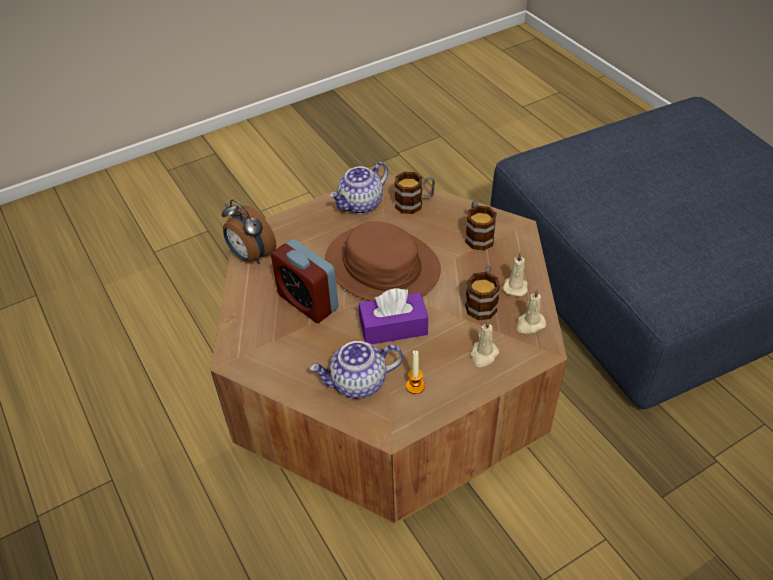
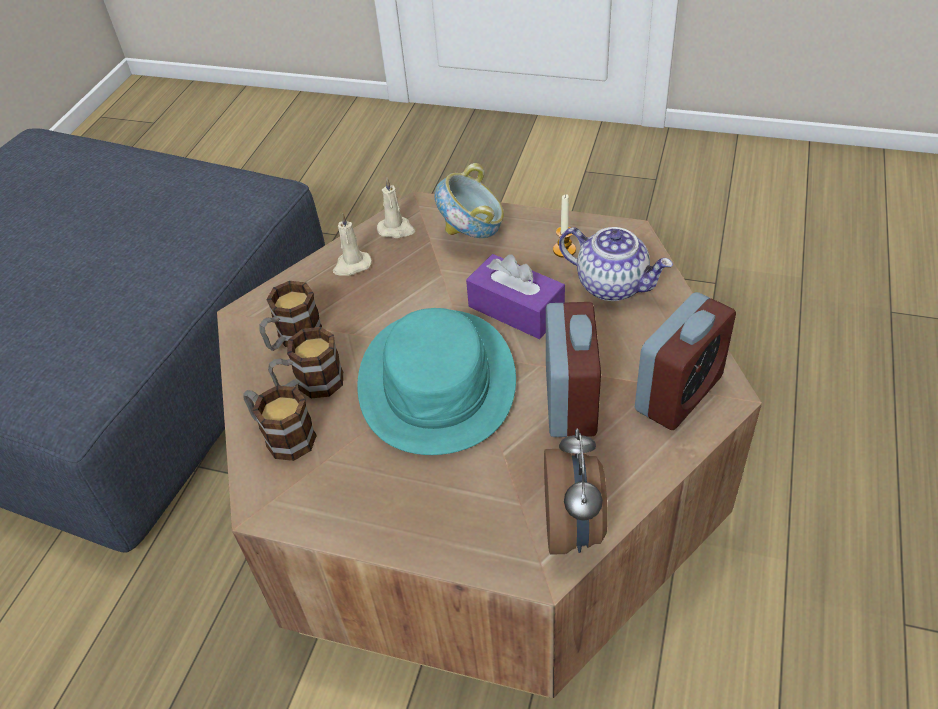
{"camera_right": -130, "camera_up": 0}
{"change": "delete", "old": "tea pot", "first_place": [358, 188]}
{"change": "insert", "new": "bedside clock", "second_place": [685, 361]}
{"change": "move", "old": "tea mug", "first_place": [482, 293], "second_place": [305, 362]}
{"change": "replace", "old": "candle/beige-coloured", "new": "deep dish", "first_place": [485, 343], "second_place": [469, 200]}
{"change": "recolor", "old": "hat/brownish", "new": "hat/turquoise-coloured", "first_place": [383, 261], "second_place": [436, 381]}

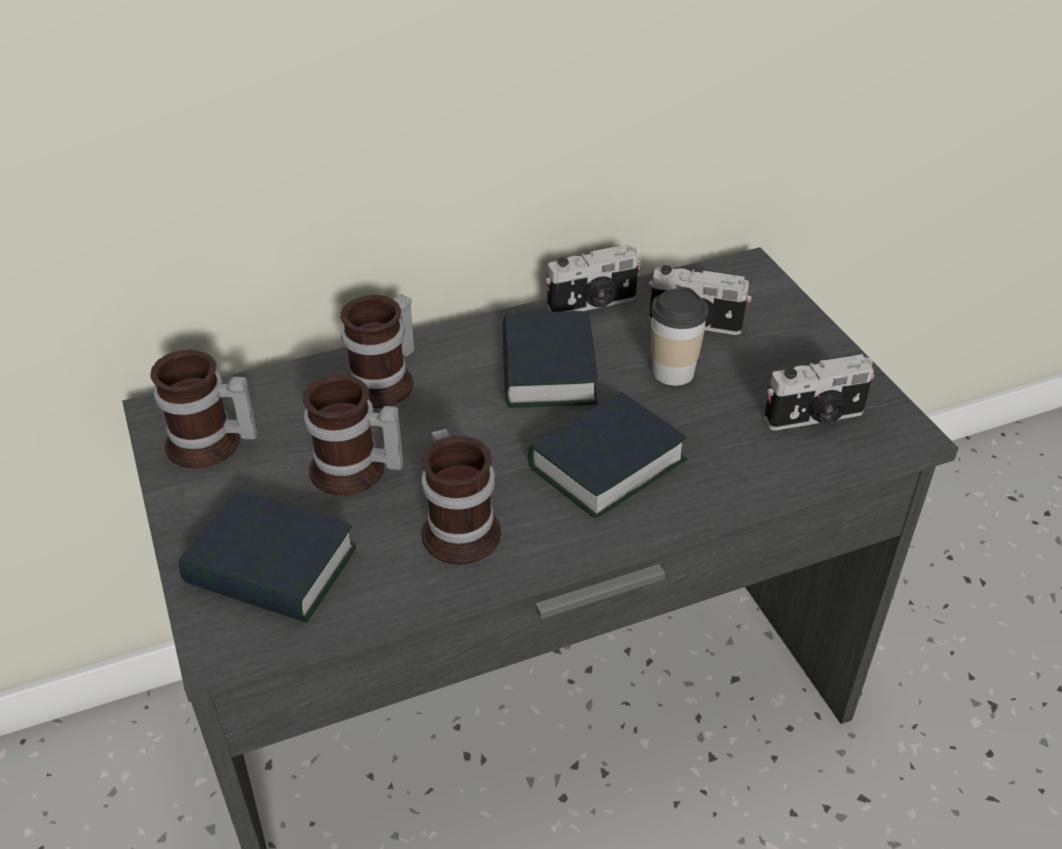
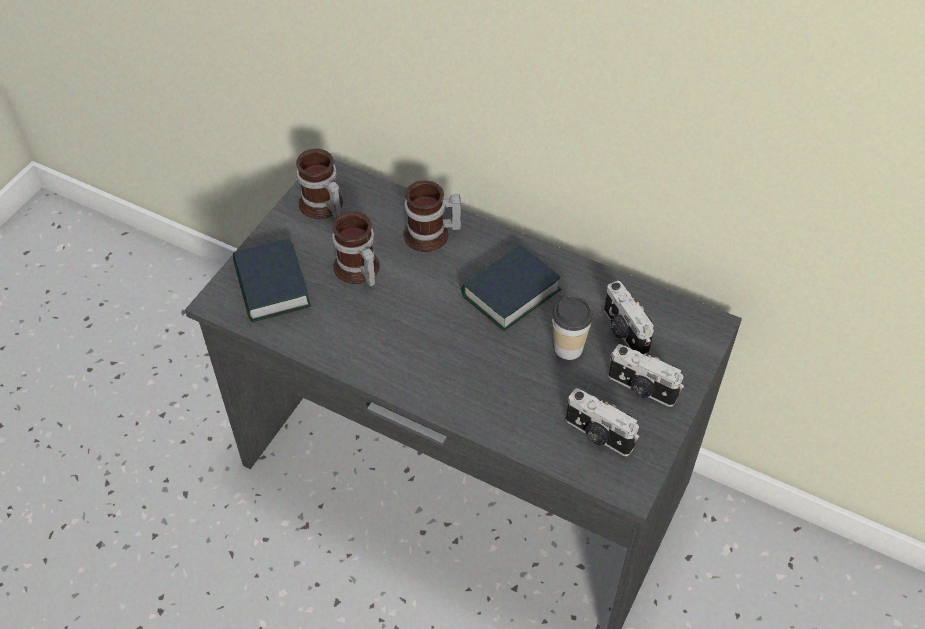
{"camera_right": 50, "camera_up": 10}
{"change": "delete", "old": "tea mug", "first_place": [461, 497]}
{"change": "delete", "old": "volume", "first_place": [607, 455]}
{"change": "move", "old": "photo camera", "first_place": [593, 278], "second_place": [646, 375]}

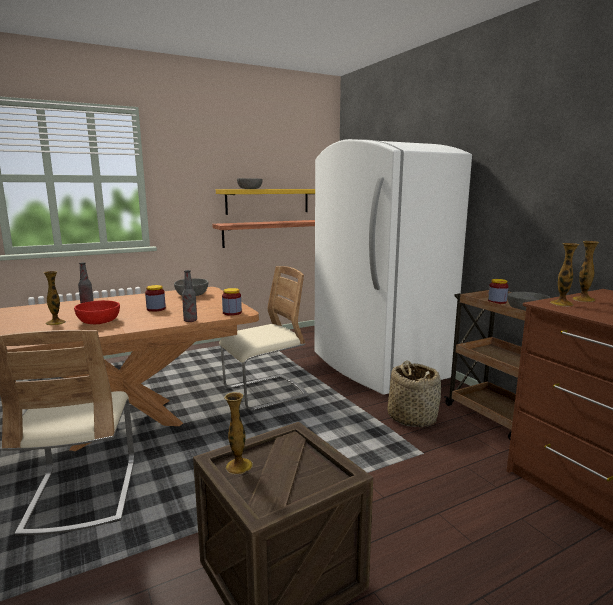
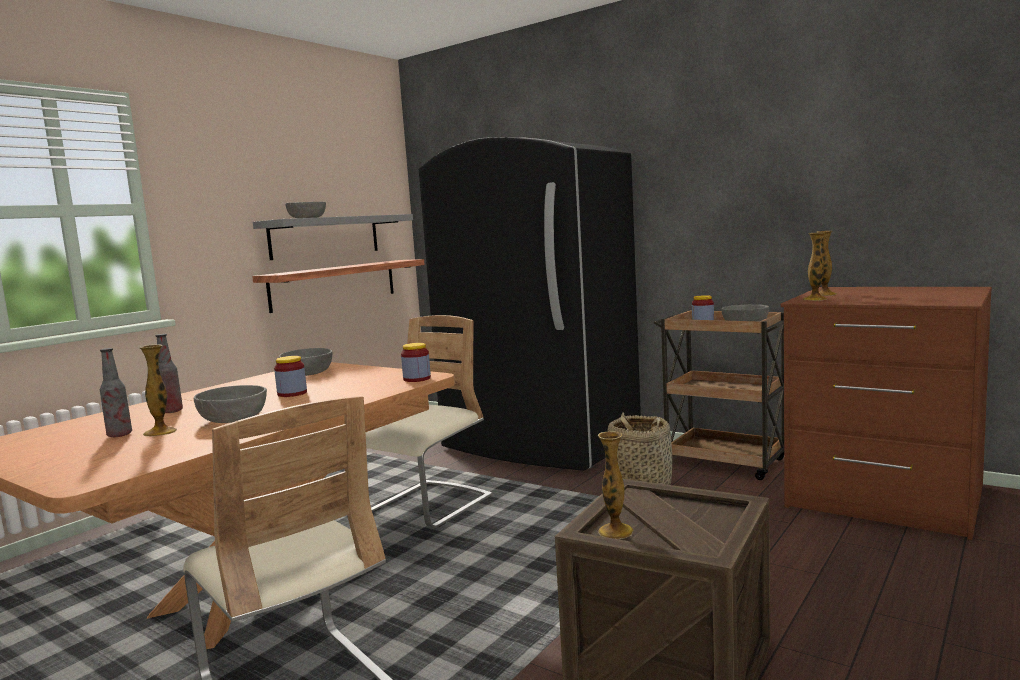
{"camera_right": -25, "camera_up": -5}
{"change": "move", "old": "drink bottle", "first_place": [189, 296], "second_place": [116, 392]}
{"change": "recolor", "old": "deep dish/reddish", "new": "deep dish/gray", "first_place": [97, 312], "second_place": [230, 404]}
{"change": "recolor", "old": "wall shelf/yellow-coloured", "new": "wall shelf/gray", "first_place": [265, 202], "second_place": [333, 237]}
{"change": "recolor", "old": "refrigerator/white-coloured", "new": "refrigerator/black-coloured", "first_place": [393, 267], "second_place": [530, 304]}

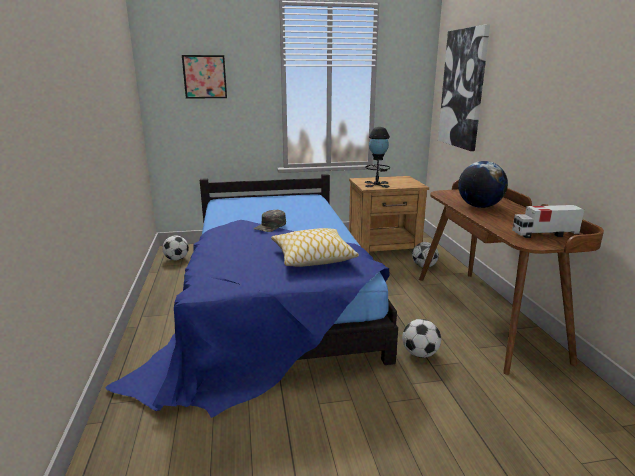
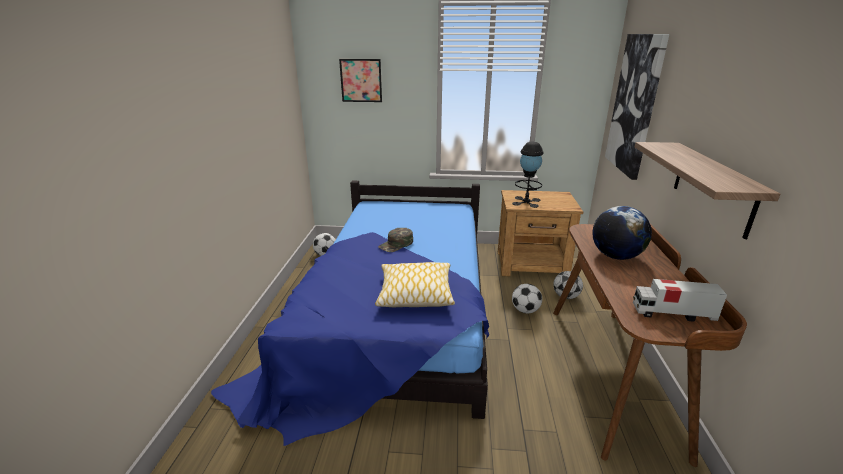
{"camera_right": 15, "camera_up": 5}
{"change": "insert", "new": "wall shelf", "second_place": [707, 190]}
{"change": "move", "old": "ball for football", "first_place": [421, 338], "second_place": [527, 299]}

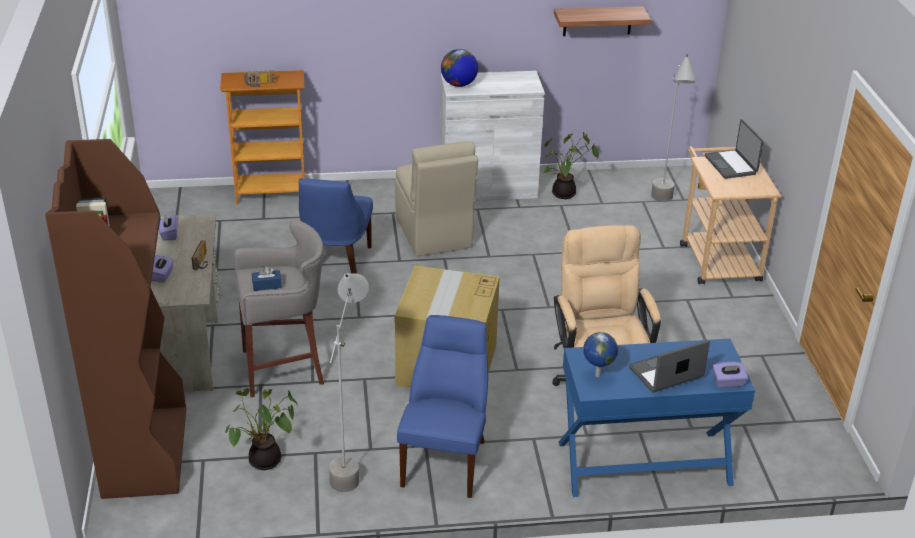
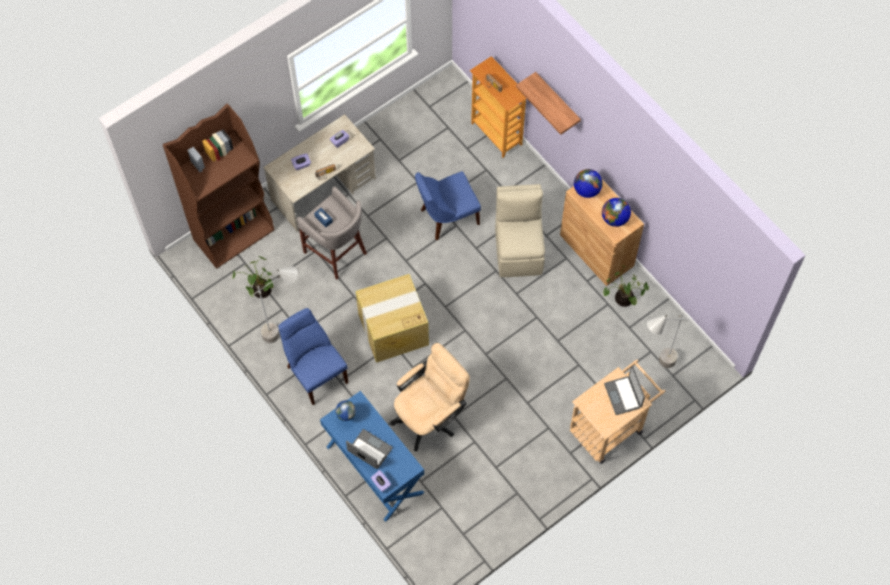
{"camera_right": 60, "camera_up": 30}
{"change": "insert", "new": "desk globe", "second_place": [616, 212]}
{"change": "move", "old": "wall shelf", "first_place": [602, 21], "second_place": [548, 103]}
{"change": "recolor", "old": "cabinet/white-coloured", "new": "cabinet/brownish", "first_place": [492, 136], "second_place": [602, 232]}
{"change": "rotate", "old": "upright chair/beige-coloured", "first_place": [436, 198], "second_place": [520, 230], "degrees": 135}
{"change": "rotate", "old": "upright chair/blue-coloured", "first_place": [442, 406], "second_place": [313, 356], "degrees": -105}
{"change": "rotate", "old": "laptop", "first_place": [734, 149], "second_place": [624, 390], "degrees": -60}

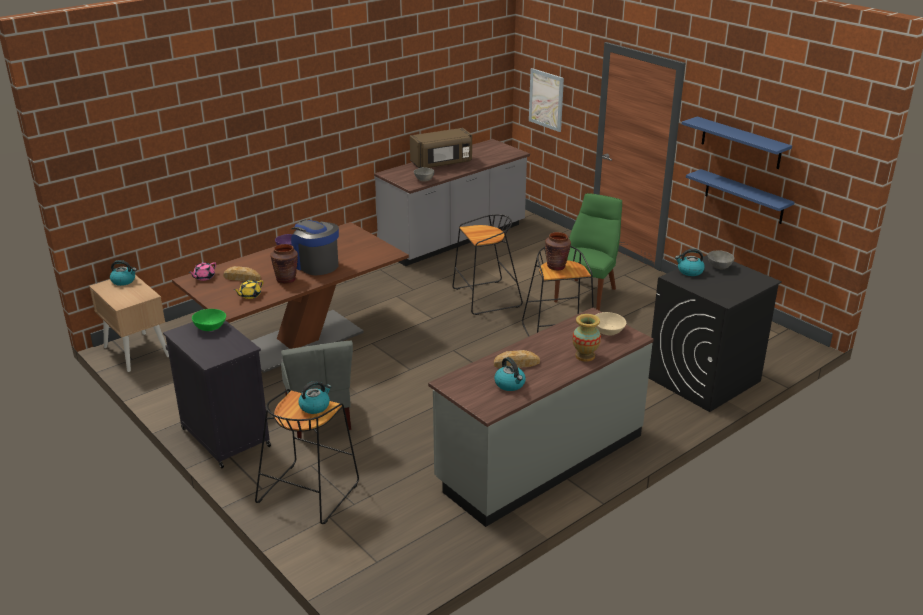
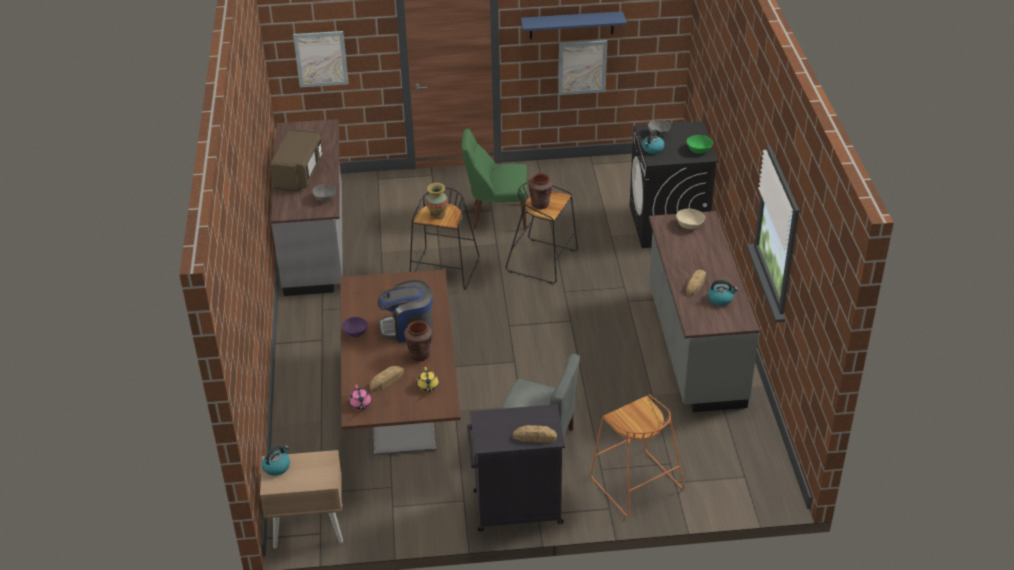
{"camera_right": -55, "camera_up": 10}
{"change": "delete", "old": "kettle", "first_place": [314, 397]}
{"change": "insert", "new": "bread", "second_place": [535, 434]}
{"change": "move", "old": "deep dish/green-coloured", "first_place": [209, 320], "second_place": [700, 144]}
{"change": "move", "old": "vase", "first_place": [586, 338], "second_place": [437, 201]}
{"change": "replace", "old": "wall shelf/blue-coloured", "new": "picture", "first_place": [740, 196], "second_place": [582, 67]}
{"change": "recolor", "old": "stool/black-coloured", "new": "stool/orangey", "first_place": [307, 456], "second_place": [637, 455]}
{"change": "rotate", "old": "upright chair/green-coloured", "first_place": [588, 252], "second_place": [494, 179], "degrees": -60}

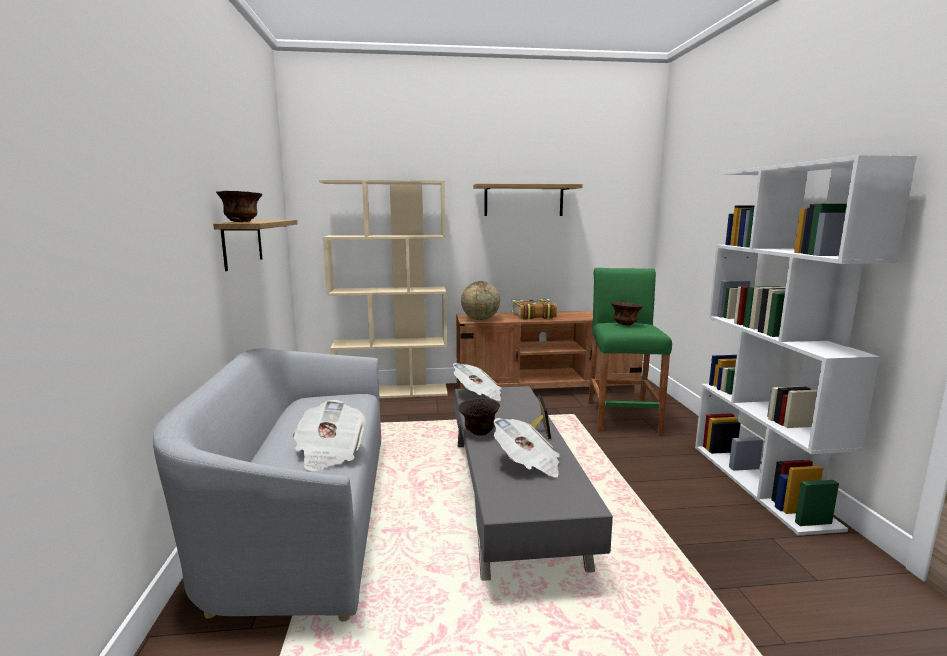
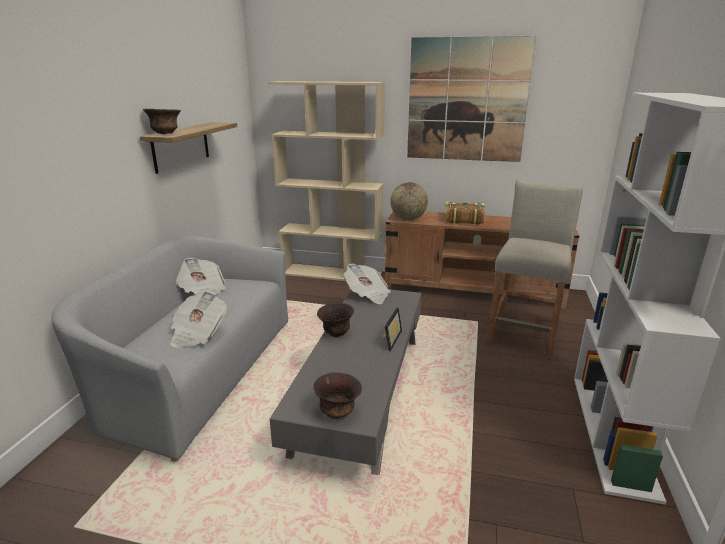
{"camera_right": 20, "camera_up": 10}
{"change": "move", "old": "printed paper", "first_place": [527, 447], "second_place": [201, 276]}
{"change": "move", "old": "deep dish/brownish", "first_place": [627, 313], "second_place": [337, 395]}
{"change": "replace", "old": "wall shelf", "new": "picture", "first_place": [528, 200], "second_place": [471, 99]}
{"change": "recolor", "old": "stool/green-coloured", "new": "stool/beige-coloured", "first_place": [630, 351], "second_place": [535, 269]}

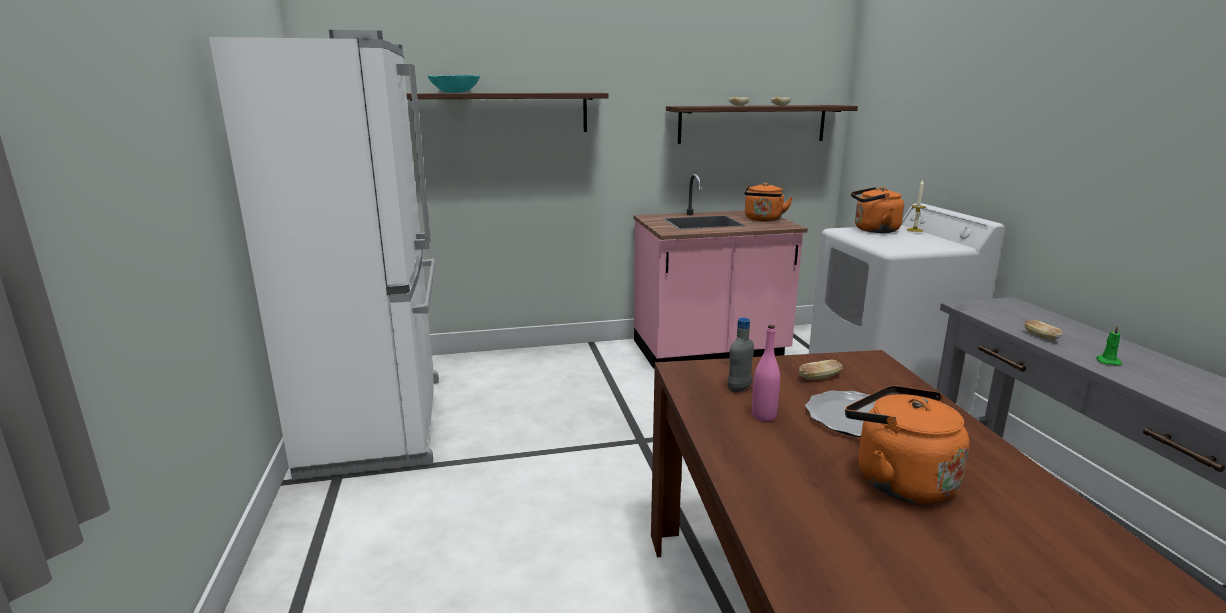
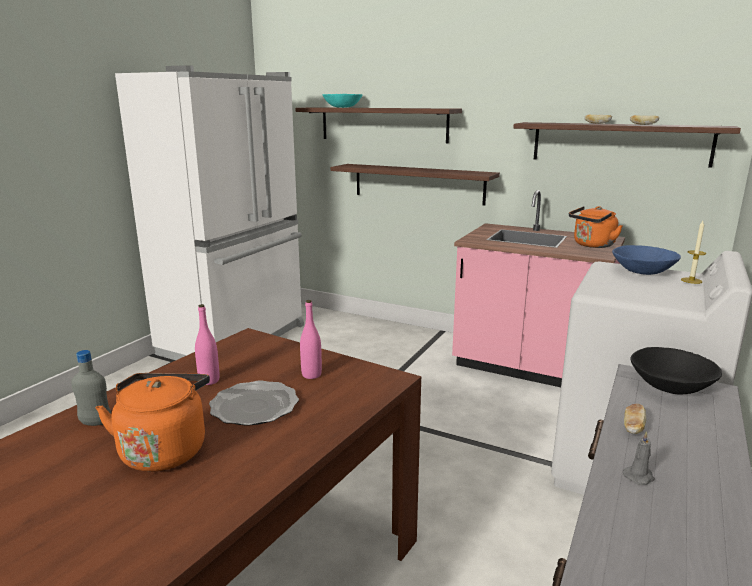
{"camera_right": 40, "camera_up": 0}
{"change": "insert", "new": "wall shelf", "second_place": [415, 185]}
{"change": "insert", "new": "deep dish/black-coloured", "second_place": [676, 371]}
{"change": "move", "old": "drink bottle/gray", "first_place": [740, 355], "second_place": [91, 388]}
{"change": "replace", "old": "bread", "new": "drink bottle/pink", "first_place": [820, 370], "second_place": [311, 339]}
{"change": "replace", "old": "kettle/orangey", "new": "deep dish/blue-coloured", "first_place": [877, 210], "second_place": [646, 260]}
{"change": "recolor", "old": "candle/green-coloured", "new": "candle/gray", "first_place": [1109, 345], "second_place": [639, 458]}

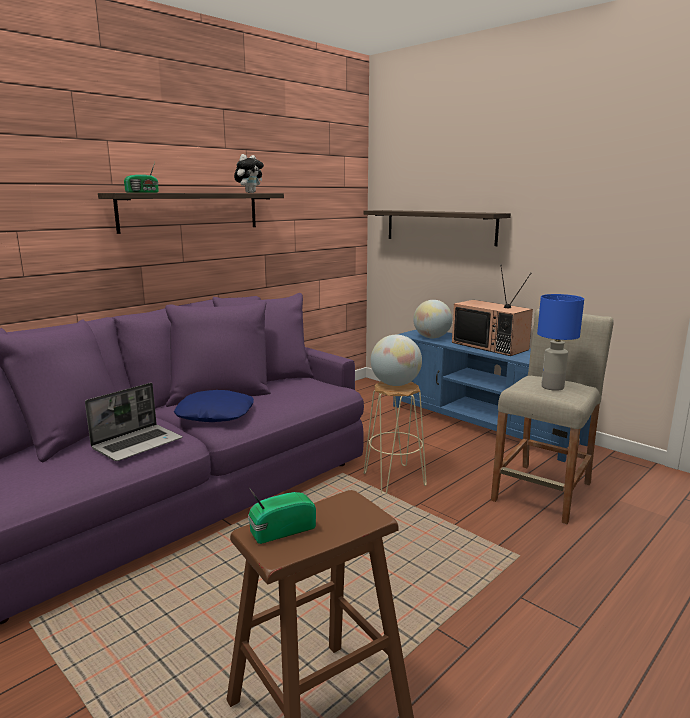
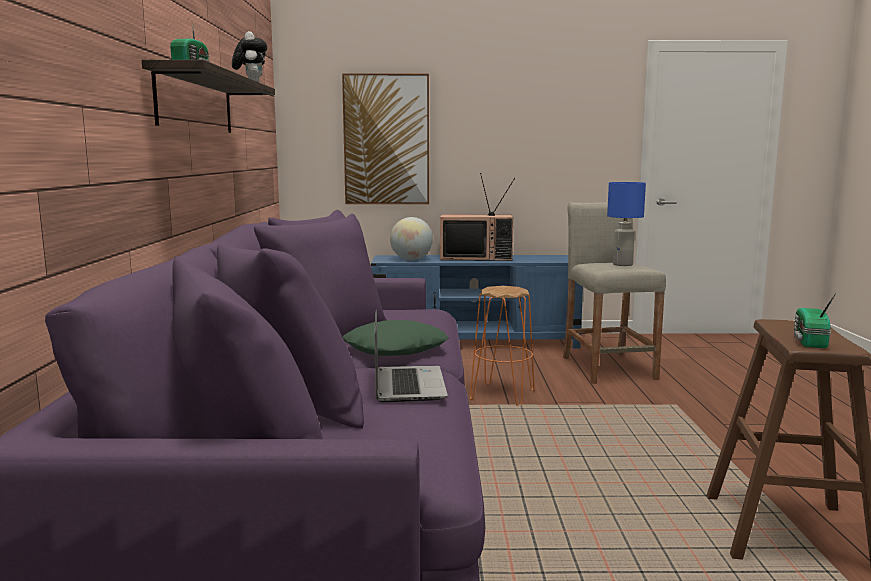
{"camera_right": -45, "camera_up": -5}
{"change": "delete", "old": "desk globe", "first_place": [396, 360]}
{"change": "replace", "old": "wall shelf", "new": "picture", "first_place": [437, 228], "second_place": [385, 139]}
{"change": "recolor", "old": "throw pillow/blue-coloured", "new": "throw pillow/green-coloured", "first_place": [214, 406], "second_place": [395, 338]}
{"change": "recolor", "old": "stool/beige-coloured", "new": "stool/orangey", "first_place": [395, 437], "second_place": [502, 346]}

